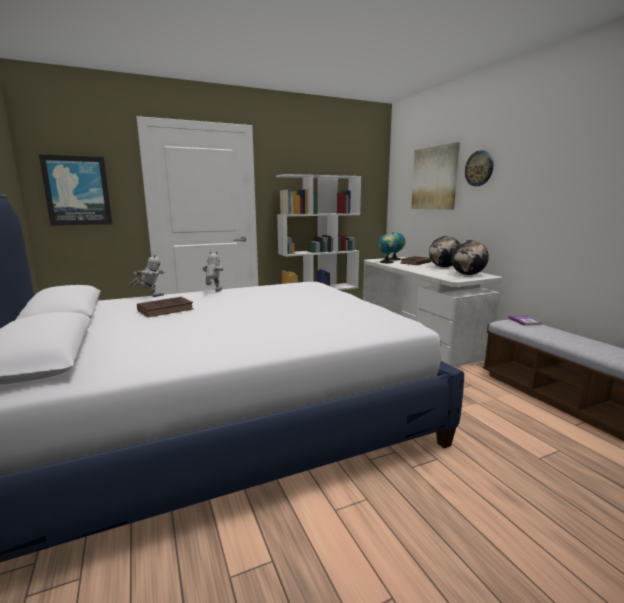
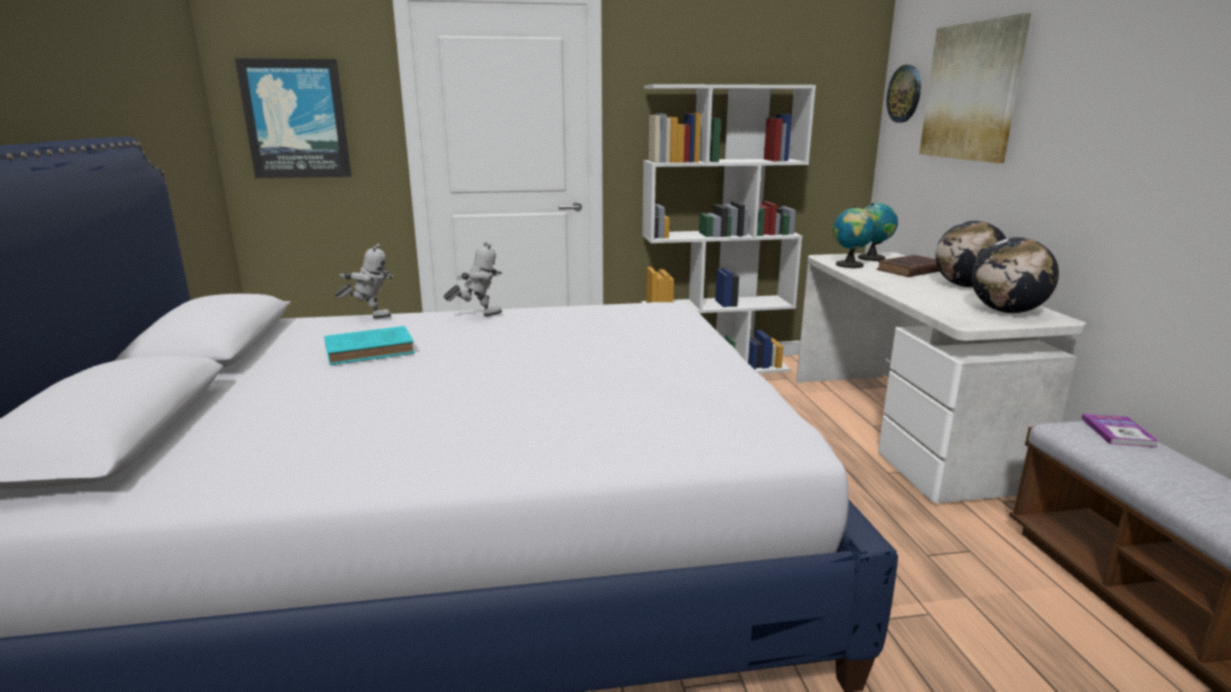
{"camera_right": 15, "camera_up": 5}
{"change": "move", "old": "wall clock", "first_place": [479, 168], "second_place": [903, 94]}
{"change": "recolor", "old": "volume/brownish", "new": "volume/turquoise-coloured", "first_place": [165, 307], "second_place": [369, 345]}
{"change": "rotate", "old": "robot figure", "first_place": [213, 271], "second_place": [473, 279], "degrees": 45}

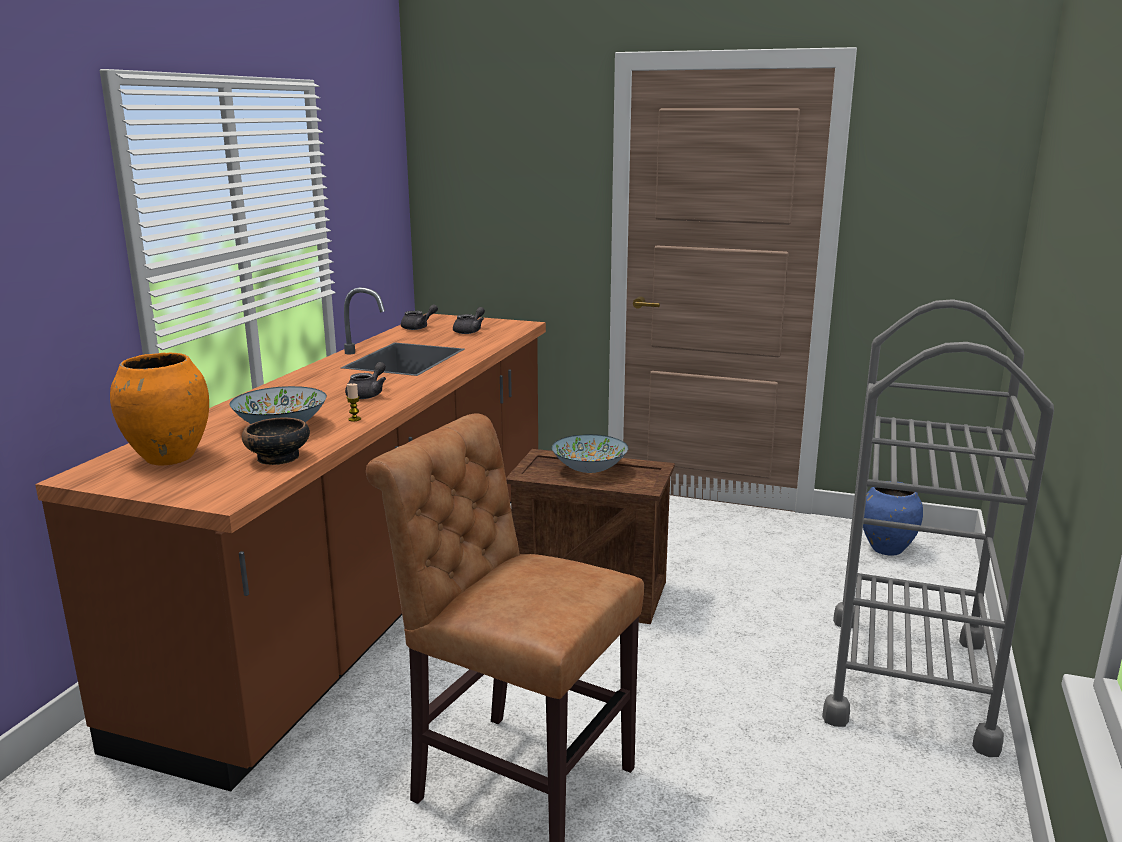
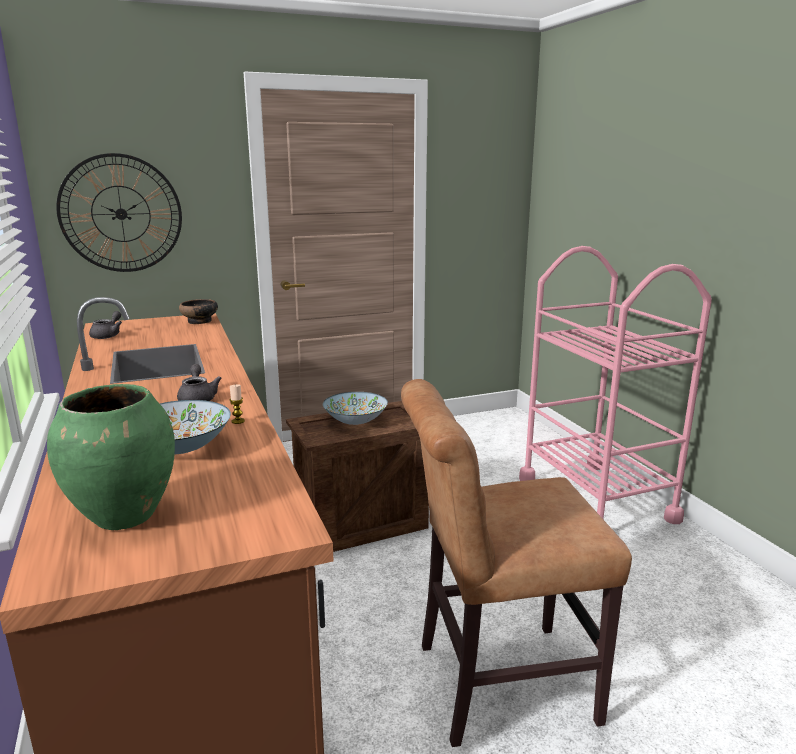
{"camera_right": -40, "camera_up": 0}
{"change": "delete", "old": "tea pot/gray", "first_place": [469, 320]}
{"change": "delete", "old": "vase/blue-coloured", "first_place": [893, 518]}
{"change": "insert", "new": "wall clock", "second_place": [119, 212]}
{"change": "move", "old": "deep dish", "first_place": [276, 441], "second_place": [198, 311]}
{"change": "recolor", "old": "vase/orangey", "new": "vase/green-coloured", "first_place": [159, 409], "second_place": [111, 457]}
{"change": "recolor", "old": "trolley/gray", "new": "trolley/pink", "first_place": [938, 528], "second_place": [615, 385]}

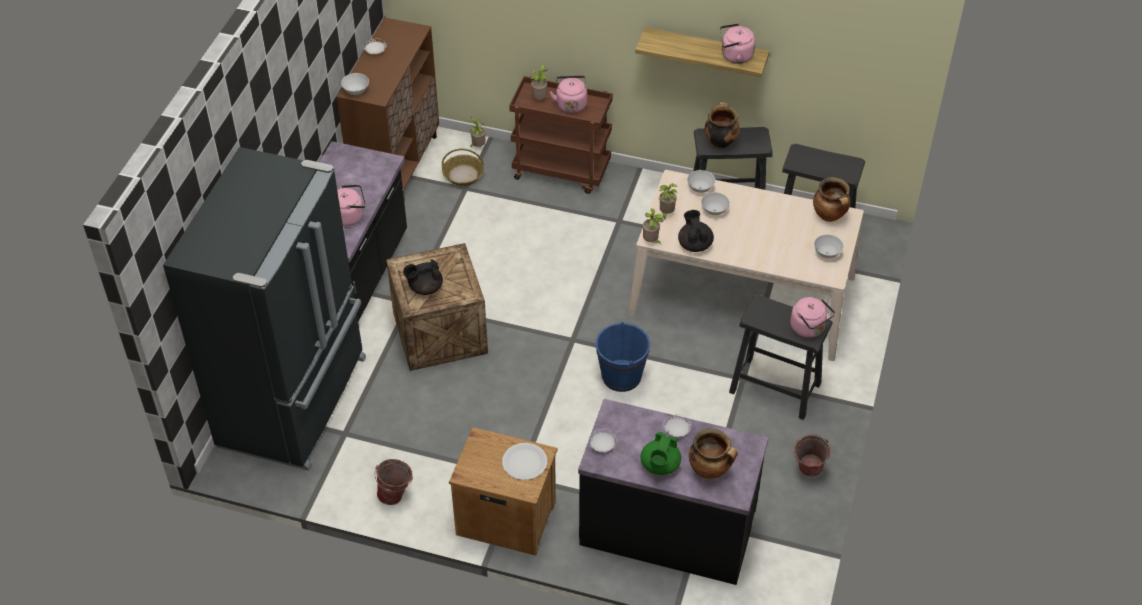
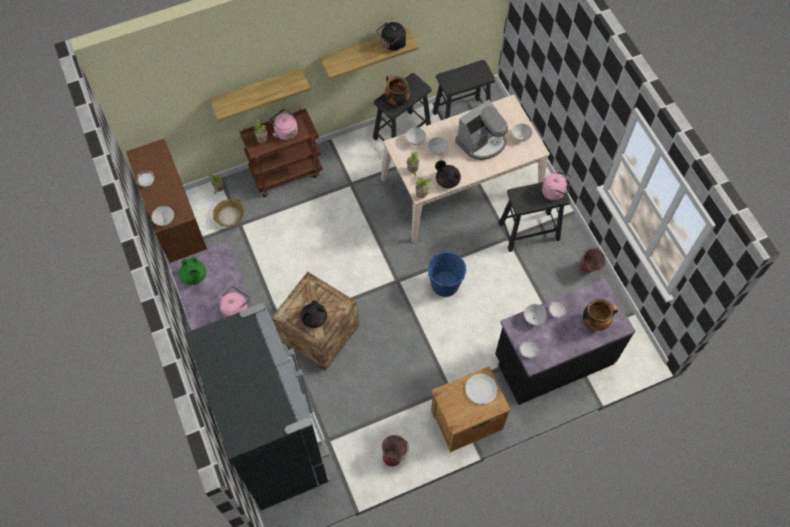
{"camera_right": -40, "camera_up": 15}
{"change": "delete", "old": "saucepot", "first_place": [831, 199]}
{"change": "insert", "new": "wall shelf", "second_place": [260, 94]}
{"change": "insert", "new": "coffee maker", "second_place": [481, 129]}
{"change": "insert", "new": "deep dish/white-coloured", "second_place": [535, 314]}
{"change": "move", "old": "tea pot/green-coloured", "first_place": [661, 453], "second_place": [192, 271]}
{"change": "recolor", "old": "kettle/pink", "new": "kettle/black-coloured", "first_place": [737, 43], "second_place": [391, 36]}

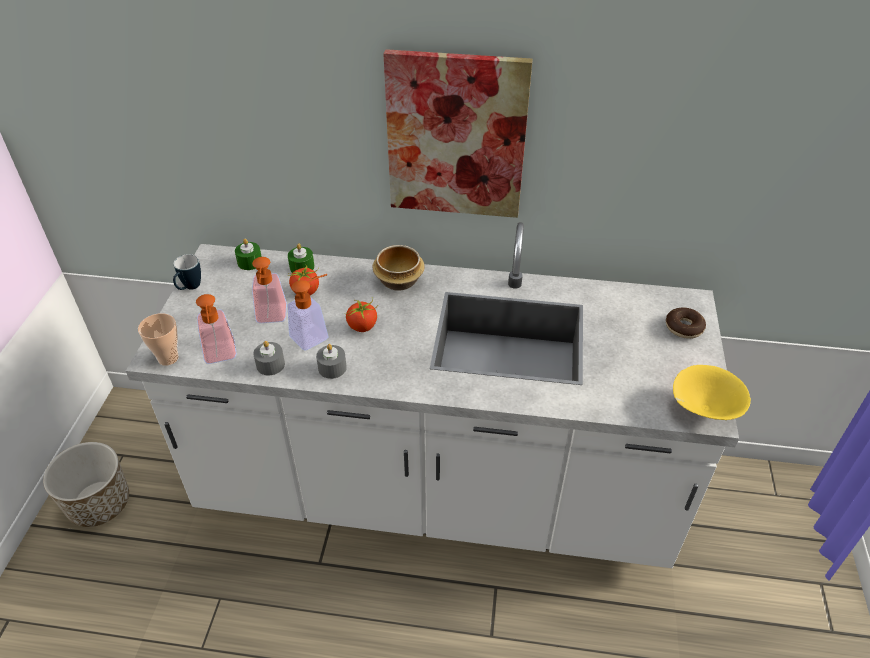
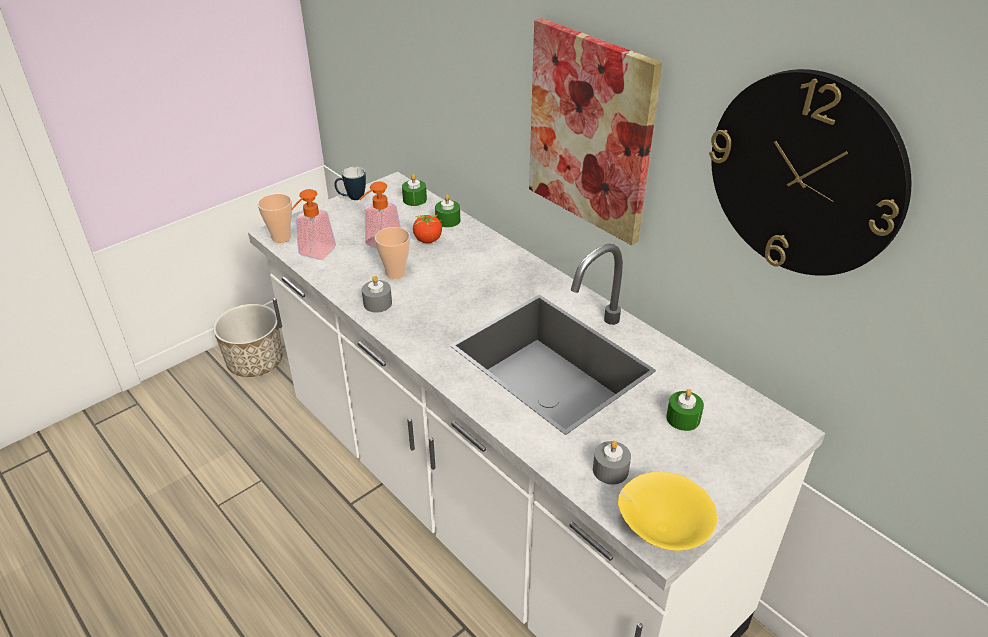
{"camera_right": 40, "camera_up": -5}
{"change": "delete", "old": "tomato", "first_place": [362, 314]}
{"change": "delete", "old": "deep dish", "first_place": [399, 268]}
{"change": "delete", "old": "ring doughnut", "first_place": [686, 323]}
{"change": "insert", "new": "candle/green-coloured", "second_place": [685, 410]}
{"change": "insert", "new": "wall clock", "second_place": [810, 172]}
{"change": "move", "old": "candle/gray", "first_place": [269, 358], "second_place": [612, 463]}
{"change": "replace", "old": "liquid soap bottle", "new": "cup", "first_place": [308, 312], "second_place": [392, 253]}

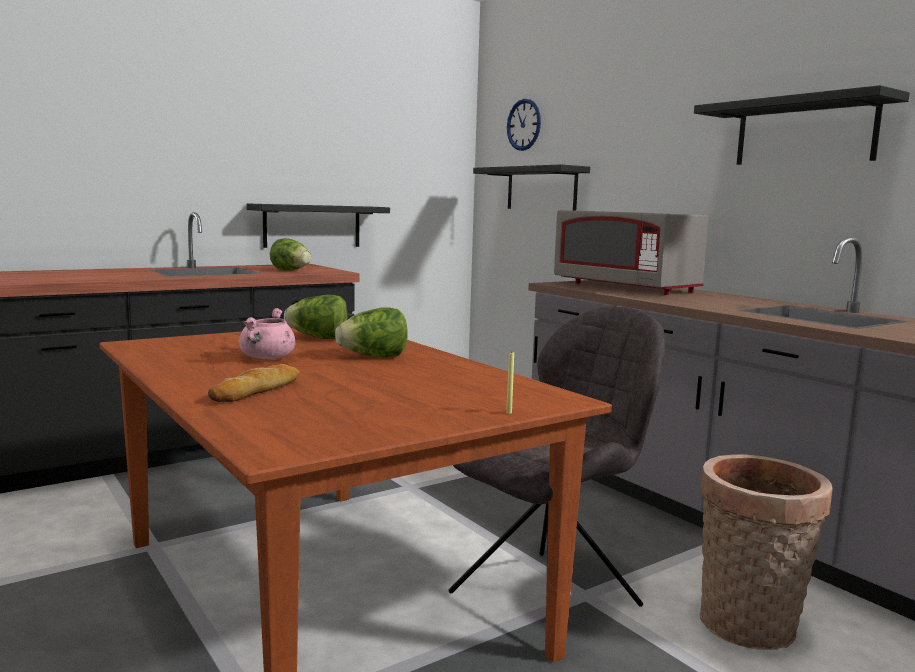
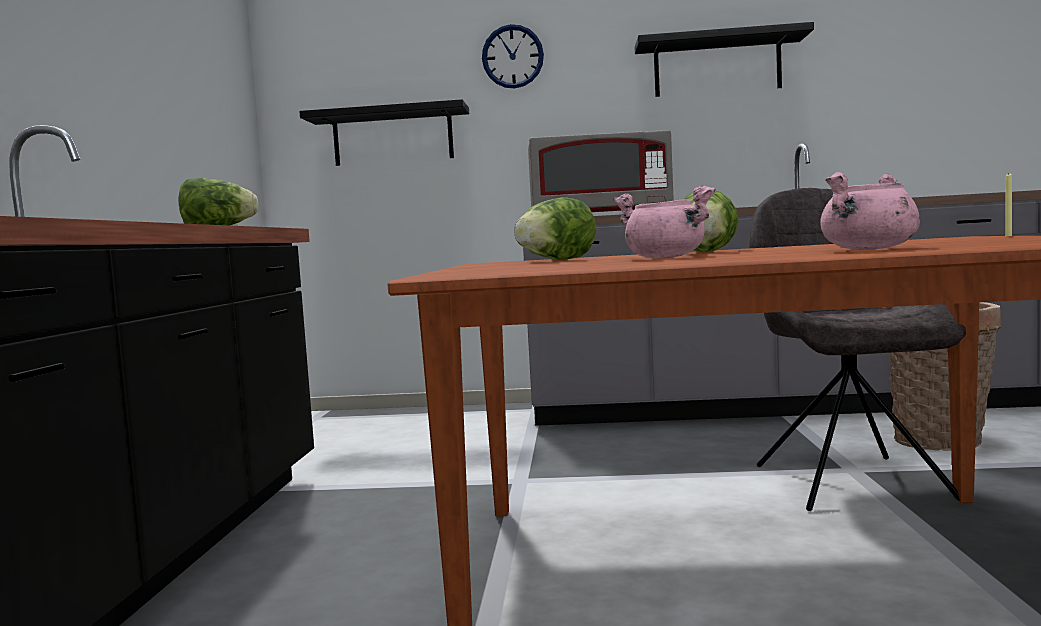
{"camera_right": -50, "camera_up": -5}
{"change": "delete", "old": "wall shelf/black-coloured", "first_place": [318, 226]}
{"change": "move", "old": "wall clock", "first_place": [524, 125], "second_place": [513, 56]}
{"change": "replace", "old": "bread", "new": "saucepot/pink", "first_place": [254, 383], "second_place": [870, 211]}

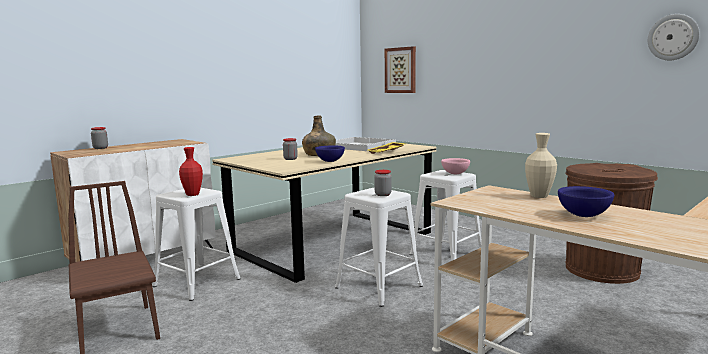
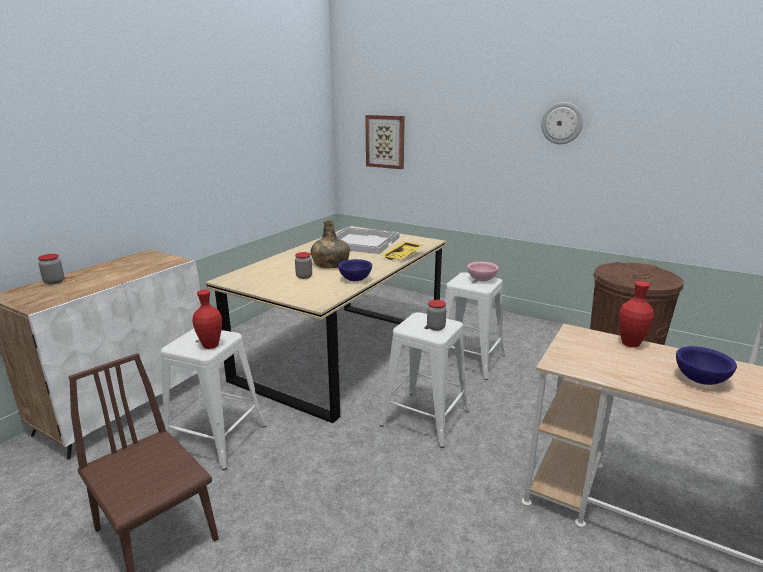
{"camera_right": -15, "camera_up": 10}
{"change": "move", "old": "wall clock", "first_place": [674, 37], "second_place": [562, 123]}
{"change": "recolor", "old": "vase/beige-coloured", "new": "vase/reddish", "first_place": [541, 165], "second_place": [636, 314]}

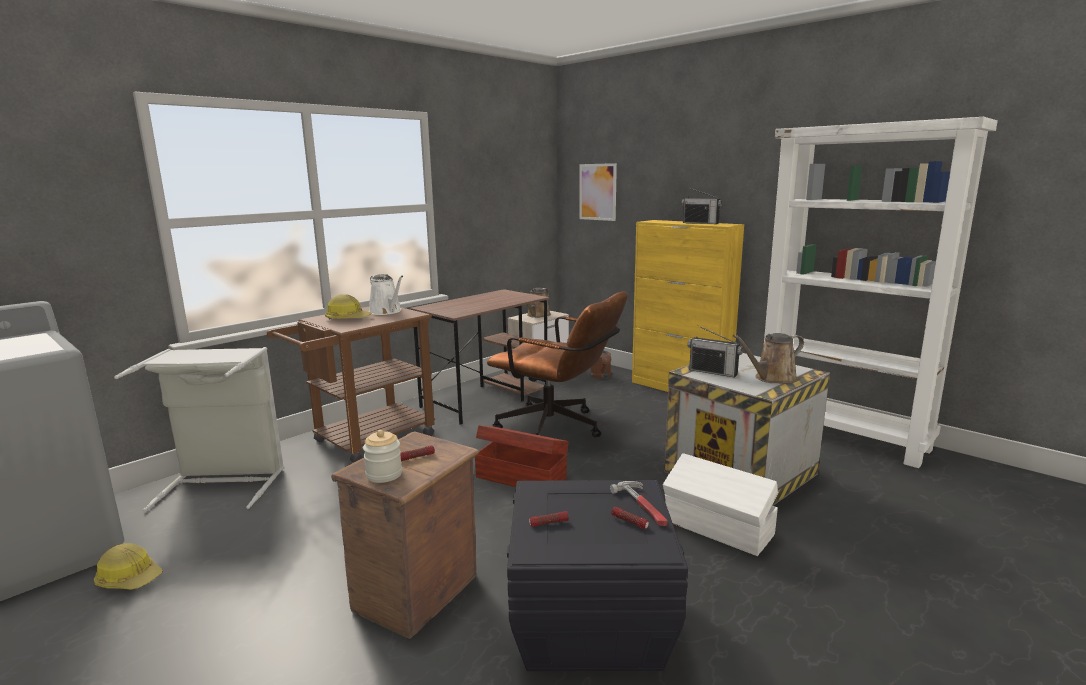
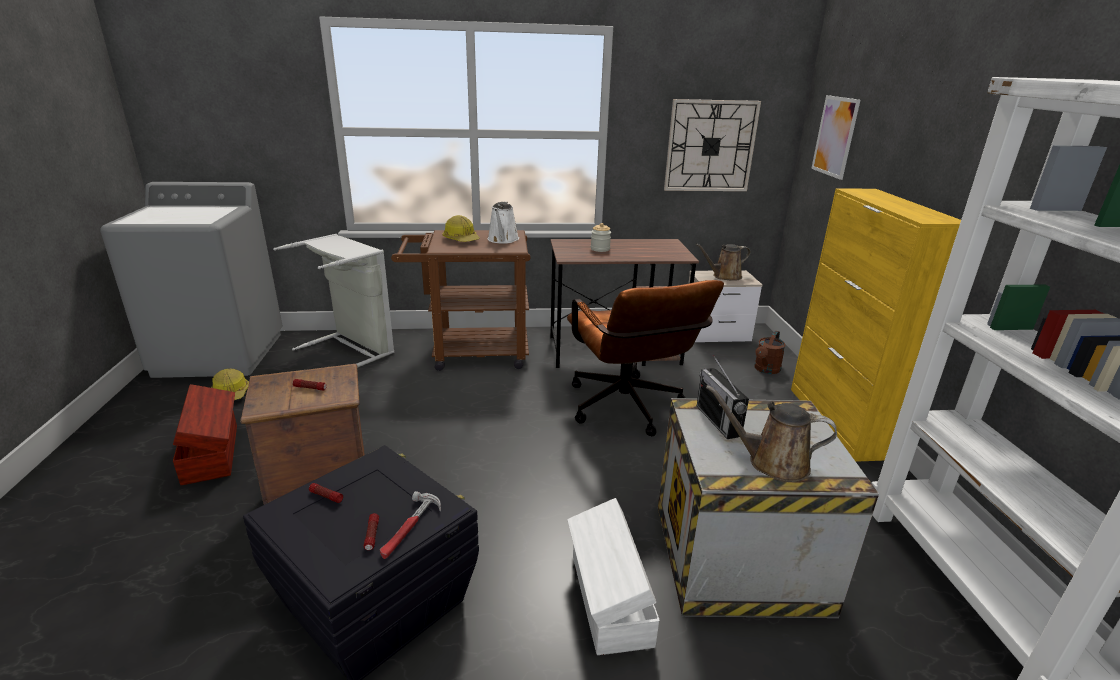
{"camera_right": 40, "camera_up": 10}
{"change": "delete", "old": "radio set", "first_place": [702, 205]}
{"change": "insert", "new": "wall clock", "second_place": [712, 145]}
{"change": "move", "old": "storage jar", "first_place": [382, 456], "second_place": [601, 237]}
{"change": "move", "old": "storage container/brownish", "first_place": [522, 456], "second_place": [205, 434]}

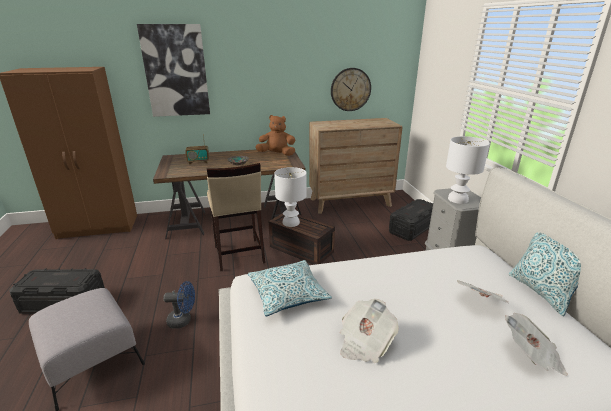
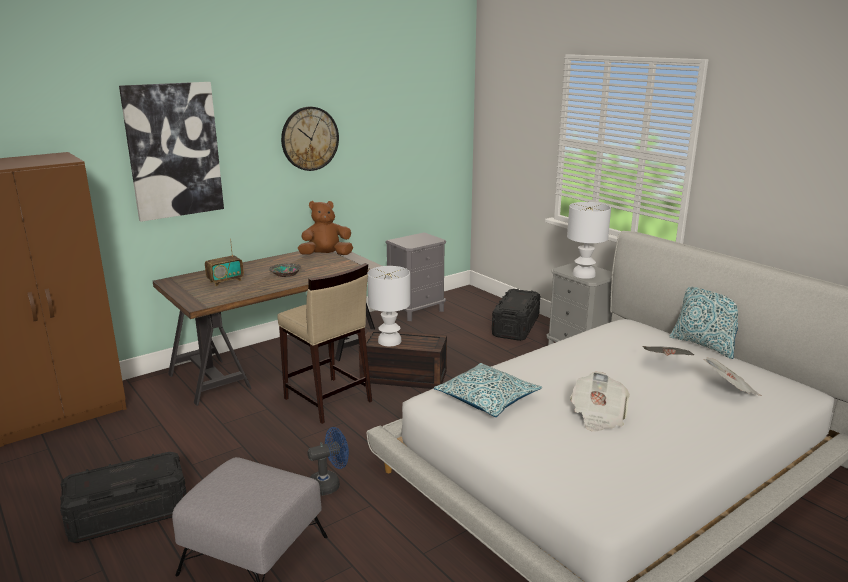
{"camera_right": -25, "camera_up": -5}
{"change": "move", "old": "wall clock", "first_place": [351, 89], "second_place": [310, 139]}
{"change": "replace", "old": "drawer chest/brownish", "new": "night table/gray", "first_place": [356, 166], "second_place": [415, 276]}

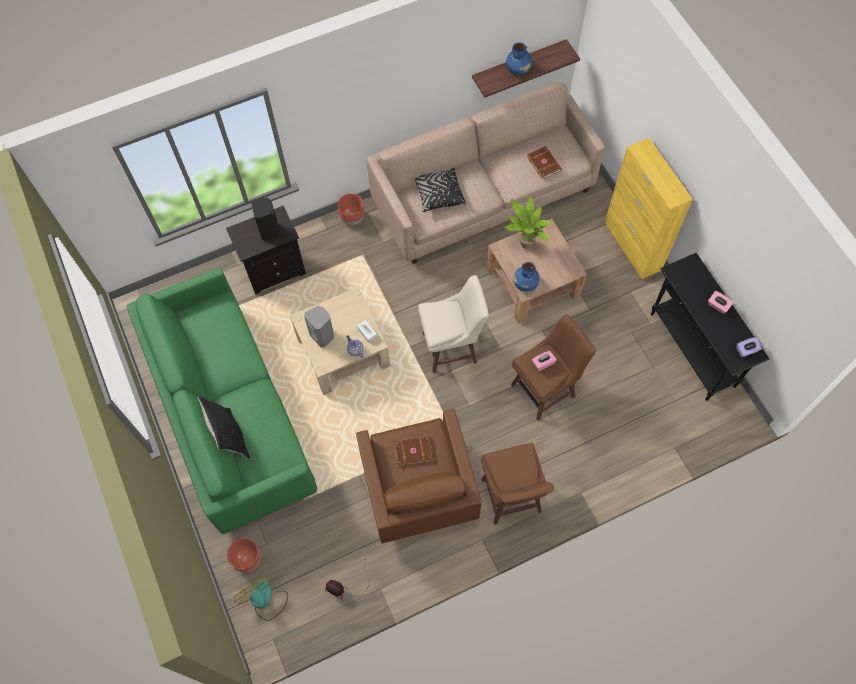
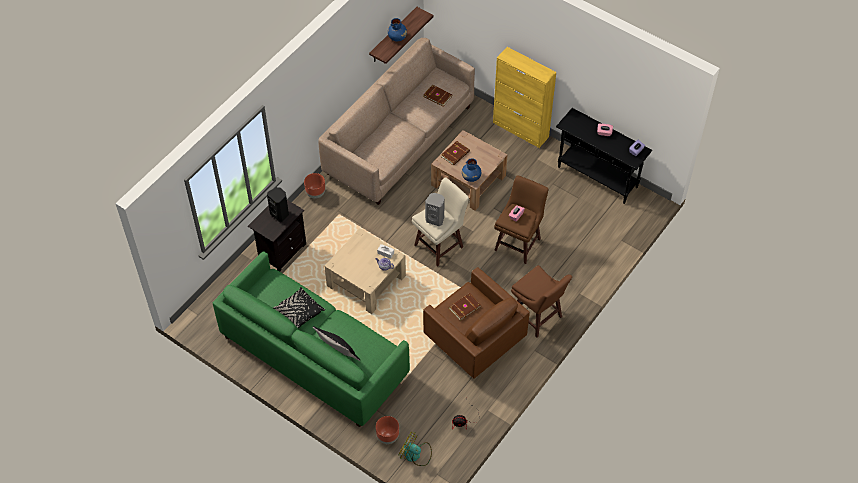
{"camera_right": -30, "camera_up": -10}
{"change": "move", "old": "speaker/gray", "first_place": [319, 326], "second_place": [435, 209]}
{"change": "move", "old": "throw pillow/black-coloured", "first_place": [440, 190], "second_place": [299, 308]}
{"change": "replace", "old": "plant in a pot", "new": "volume/brownish", "first_place": [528, 223], "second_place": [455, 153]}

